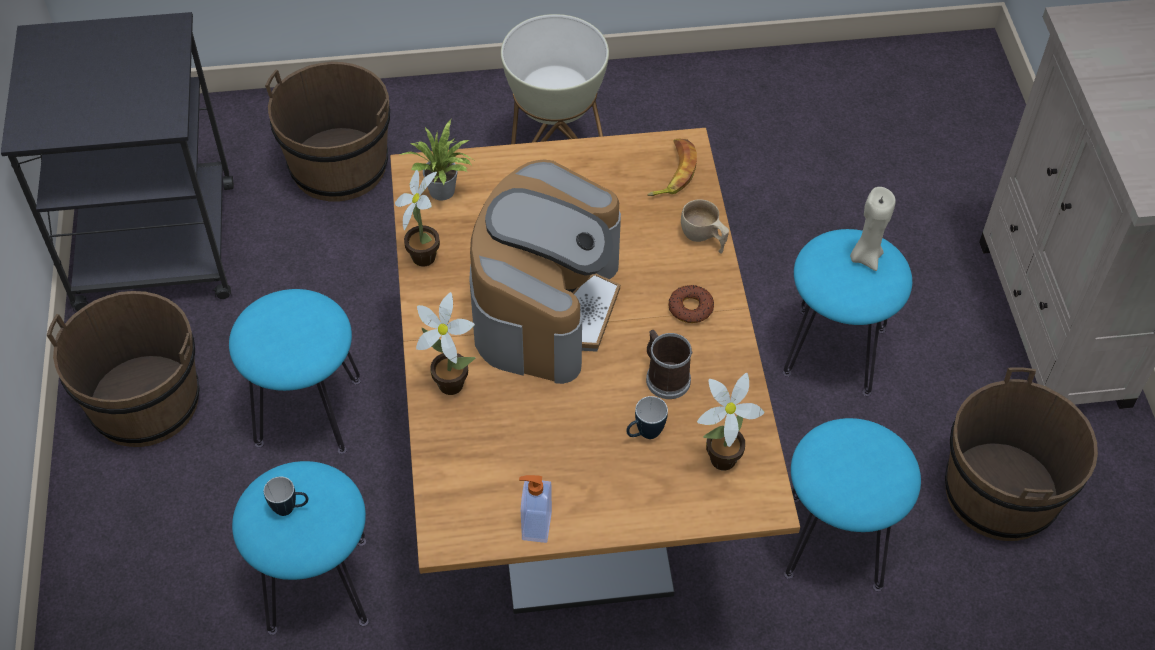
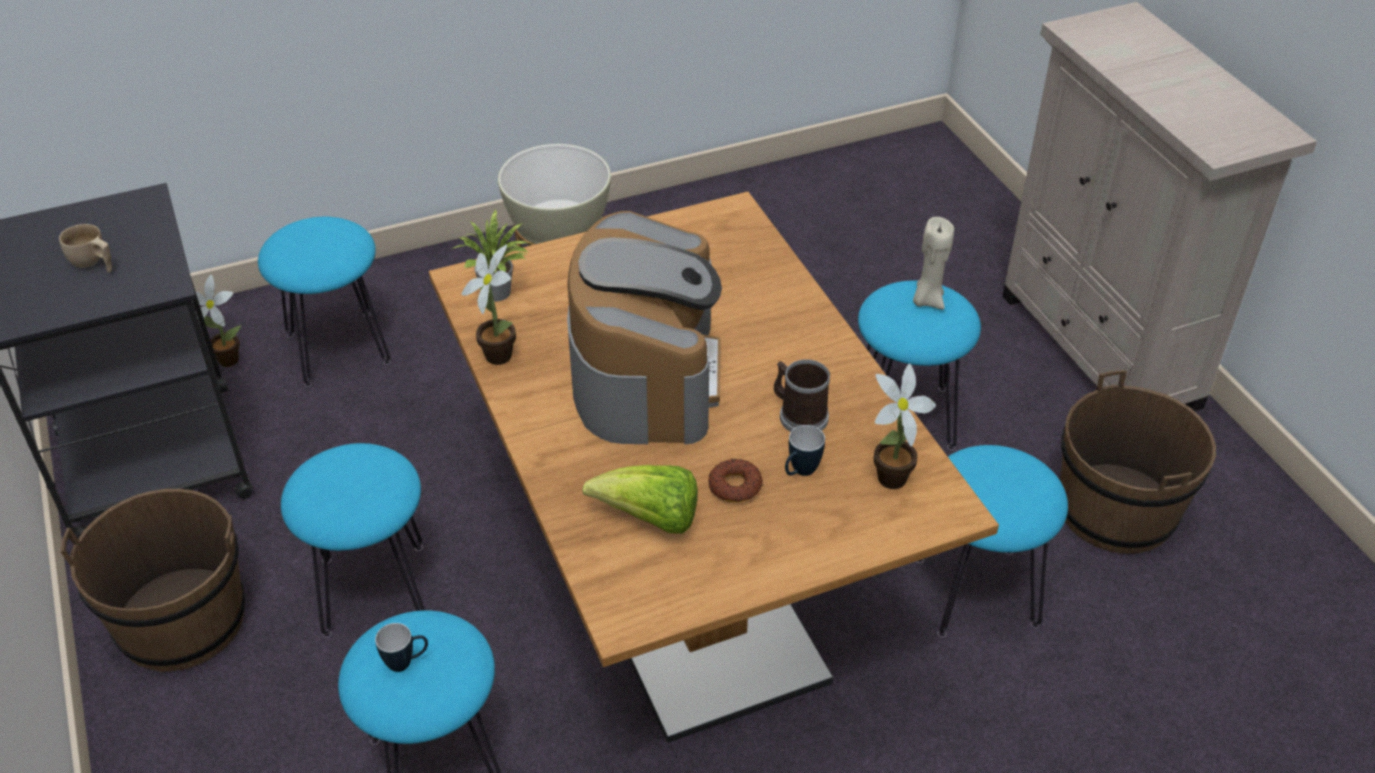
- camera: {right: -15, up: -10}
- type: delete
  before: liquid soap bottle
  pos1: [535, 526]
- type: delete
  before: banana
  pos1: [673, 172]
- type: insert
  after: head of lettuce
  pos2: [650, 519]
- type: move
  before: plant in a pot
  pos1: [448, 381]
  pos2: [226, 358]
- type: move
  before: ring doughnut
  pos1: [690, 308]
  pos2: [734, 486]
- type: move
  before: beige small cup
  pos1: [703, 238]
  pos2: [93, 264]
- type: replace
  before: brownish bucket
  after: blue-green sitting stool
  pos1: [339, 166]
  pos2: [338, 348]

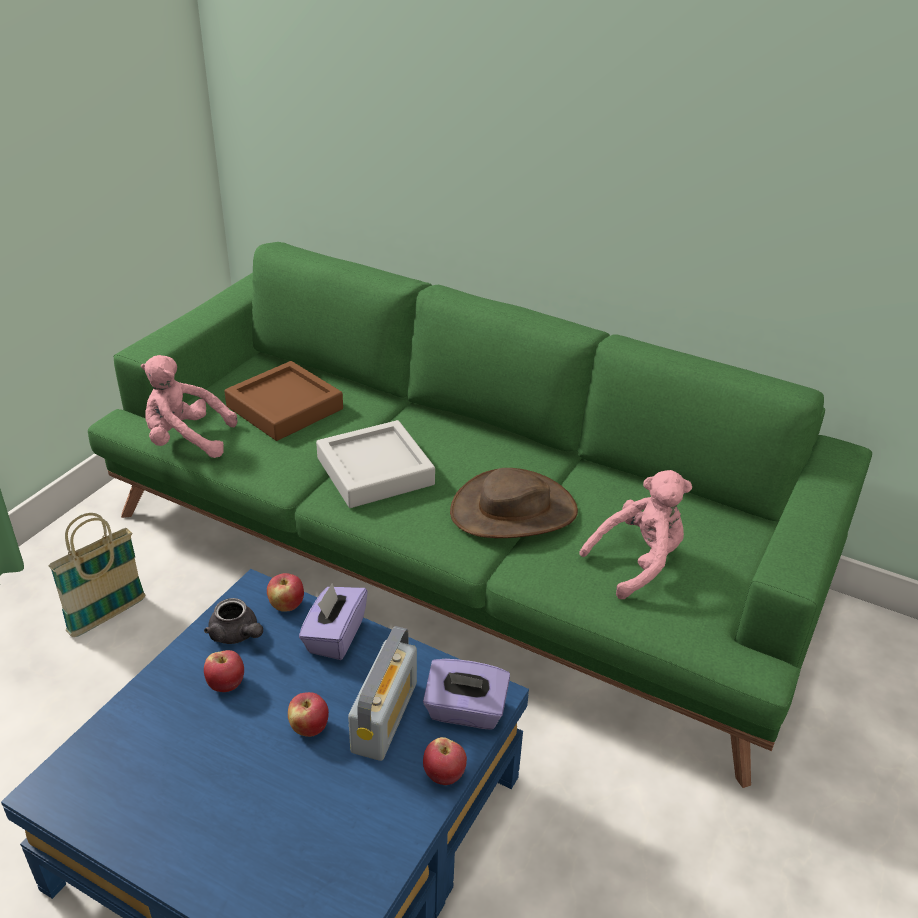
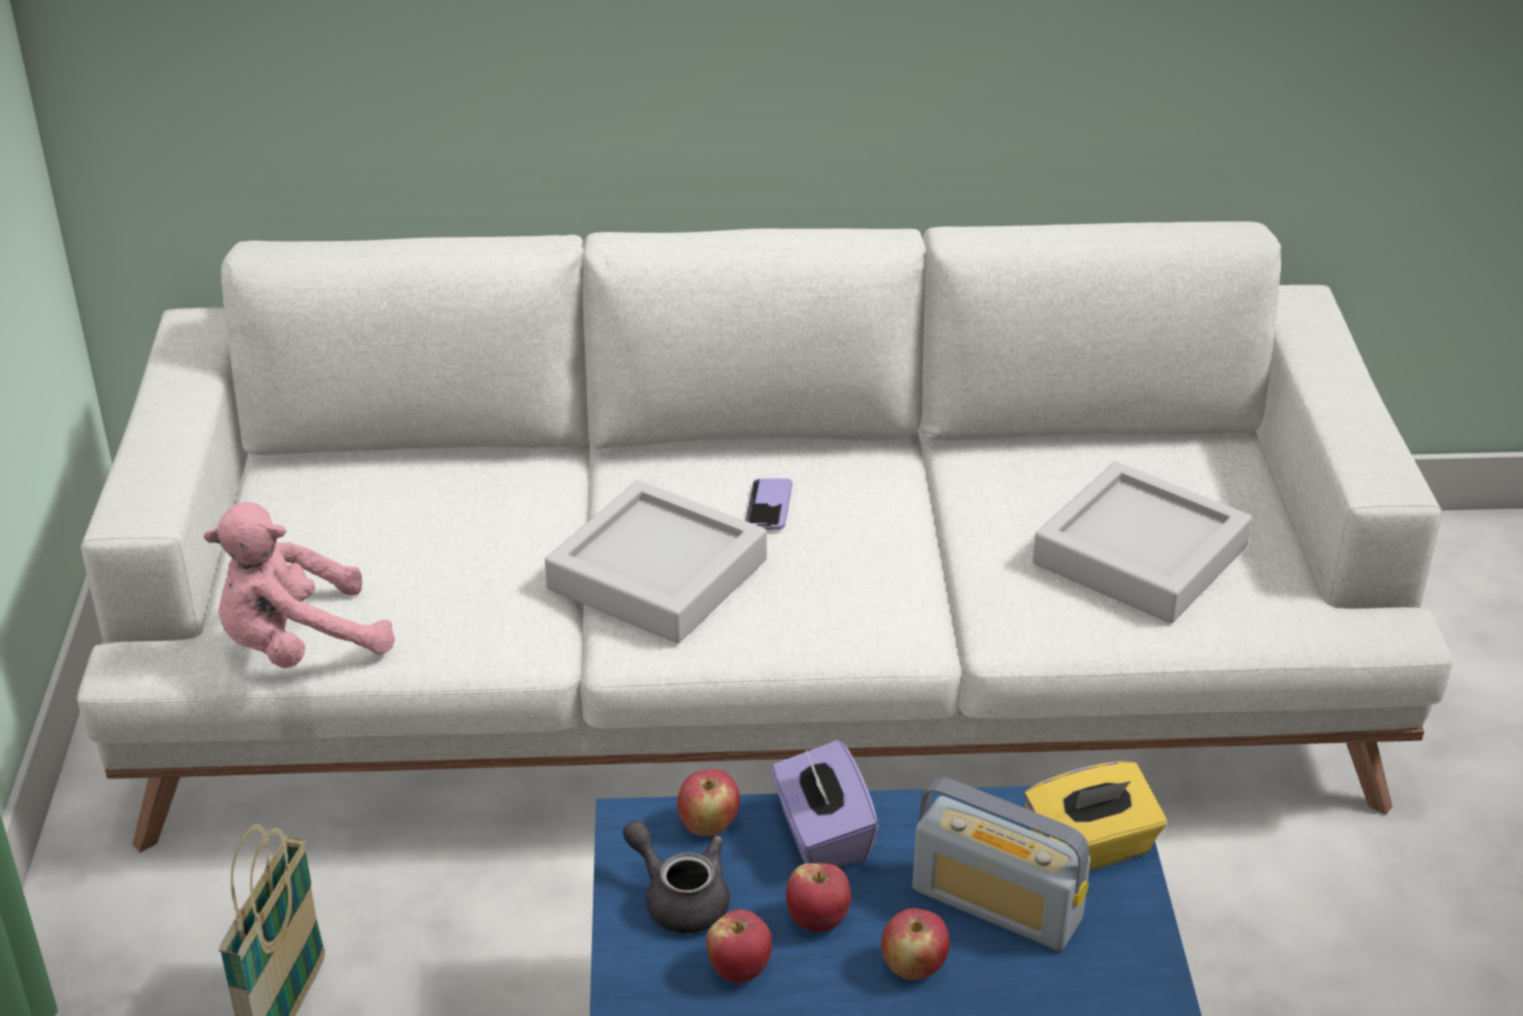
- camera: {right: -30, up: 0}
- type: delete
  before: brownish tray
  pos1: [285, 408]
- type: delete
  before: brownish hat
  pos1: [513, 511]
- type: insert
  after: handset
  pos2: [768, 507]
- type: move
  before: apple
  pos1: [444, 775]
  pos2: [818, 920]
- type: replace
  before: pinkish plush toy
  after: grey tray
  pos1: [638, 562]
  pos2: [1140, 555]
- type: recolor
  before: green settee
  after: whitish settee
  pos1: [456, 557]
  pos2: [764, 680]
- type: recolor
  before: purplish tissue box
  after: yellow-coloured tissue box
  pos1: [465, 711]
  pos2: [1090, 848]
- type: rotate
  before: grey pot for tea
  pos1: [237, 635]
  pos2: [680, 898]
  turn: -150
- type: rotate
  before: radio receiver
  pos1: [384, 717]
  pos2: [997, 905]
  turn: 135

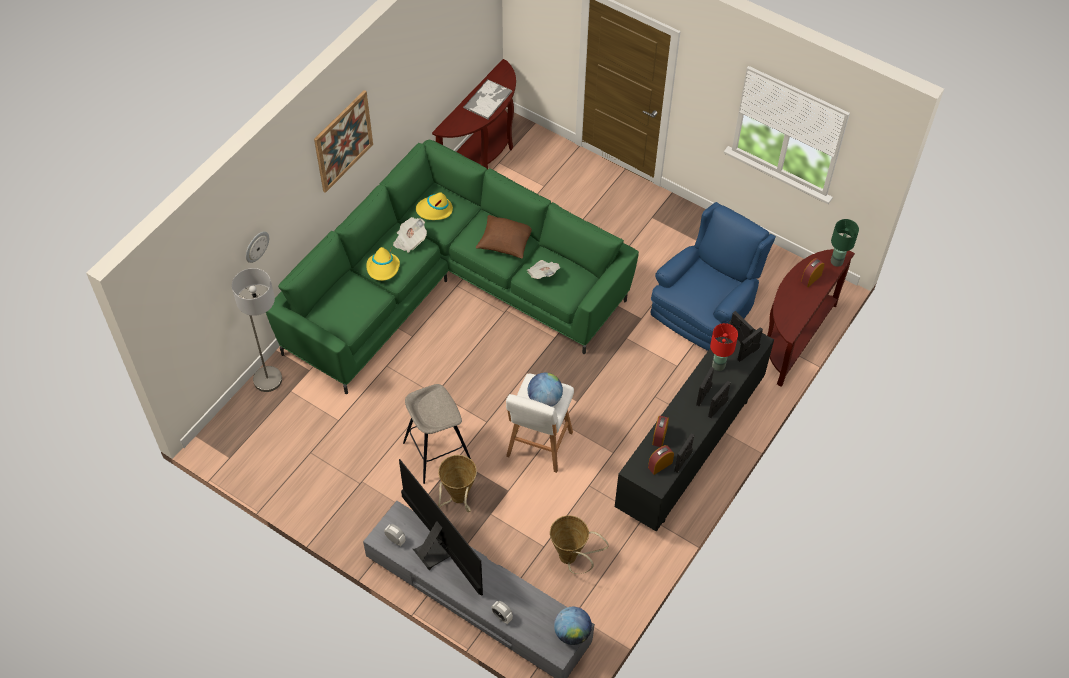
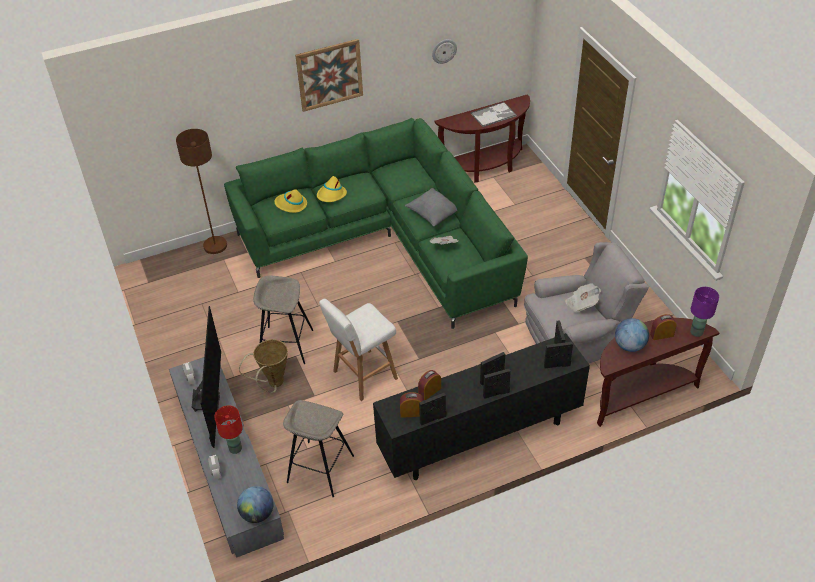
- camera: {right: 35, up: -10}
- type: move
  before: wall clock
  pos1: [256, 246]
  pos2: [444, 51]
- type: move
  before: newspaper
  pos1: [410, 240]
  pos2: [581, 303]
- type: move
  before: yellow-coloured hat
  pos1: [434, 210]
  pos2: [291, 205]
- type: move
  before: world globe
  pos1: [544, 399]
  pos2: [629, 345]
- type: move
  before: red-coloured tabletop lamp
  pos1: [718, 365]
  pos2: [235, 448]
- type: replace
  before: basket
  after: grey sitting stool
  pos1: [571, 559]
  pos2: [320, 469]
- type: recolor
  before: grey standard lamp
  after: brownish standard lamp
  pos1: [274, 384]
  pos2: [217, 250]
- type: recolor
  before: brownish pillow
  after: grey pillow
  pos1: [504, 244]
  pos2: [432, 215]
- type: recolor
  before: blue easy chair
  after: grey easy chair
  pos1: [705, 310]
  pos2: [577, 340]
- type: recolor
  before: green tabletop lamp
  after: purplish tabletop lamp
  pos1: [836, 261]
  pos2: [696, 332]

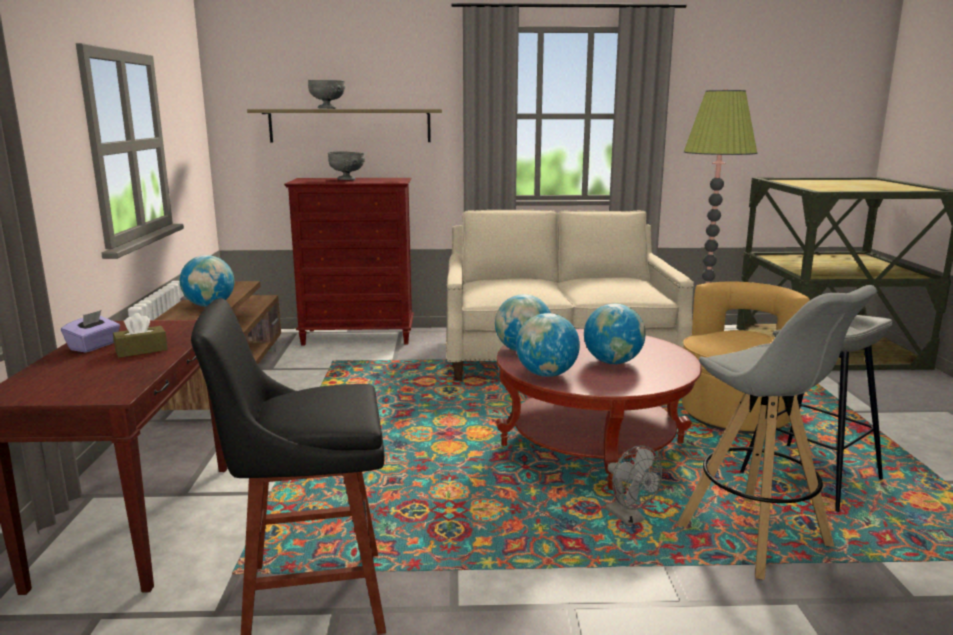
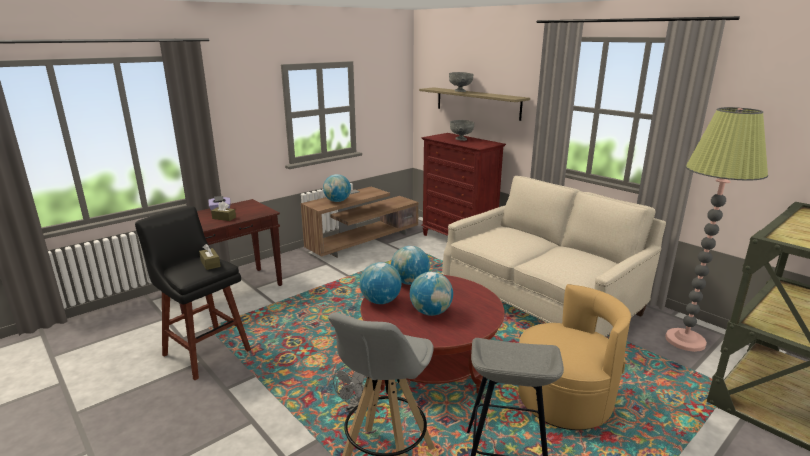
- camera: {right: 50, up: 5}
- type: insert
  after: brownish tissue box
  pos2: [210, 263]

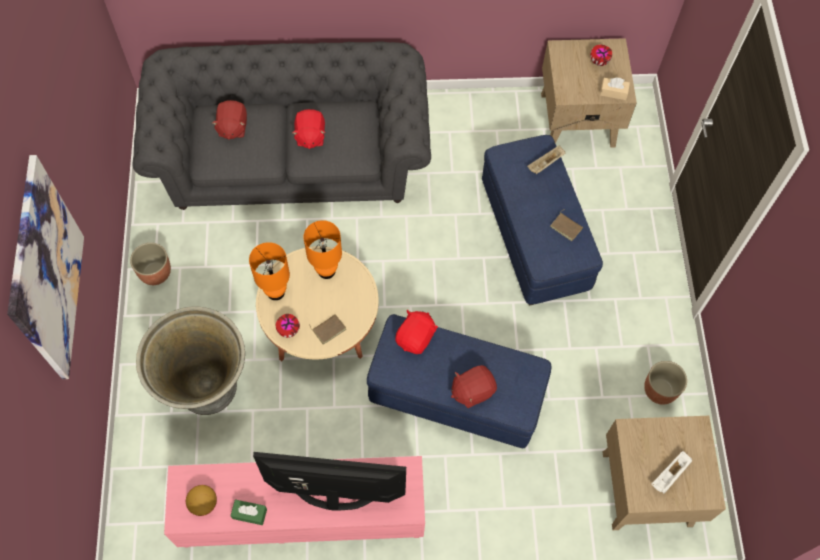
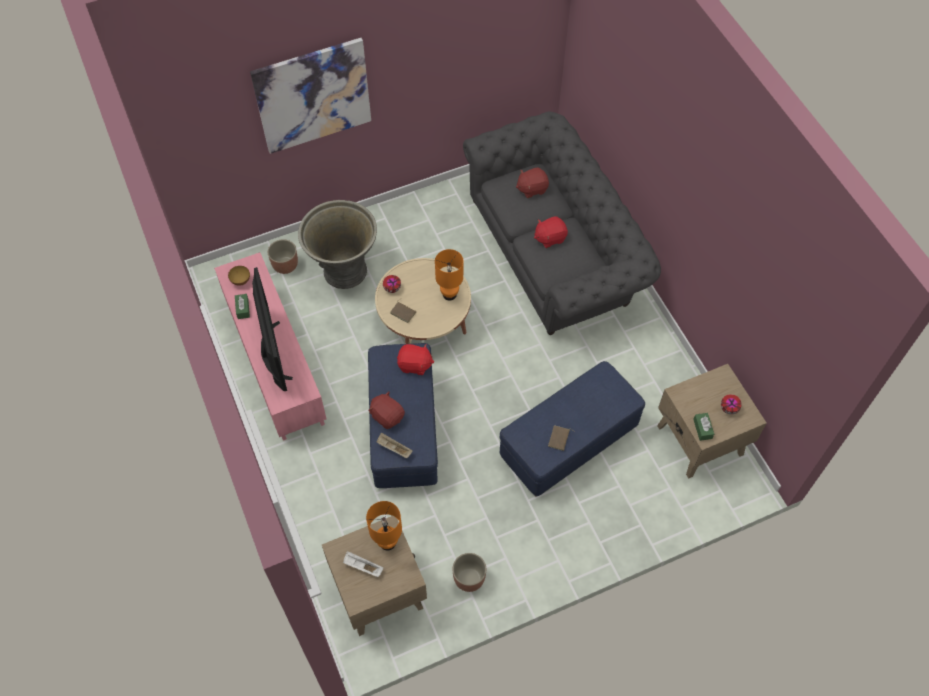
- camera: {right: 70, up: -5}
- type: move
  before: plant pot
  pos1: [155, 273]
  pos2: [285, 265]
- type: move
  before: orange tabletop lamp
  pos1: [276, 291]
  pos2: [388, 542]
- type: move
  before: beige tray
  pos1: [545, 164]
  pos2: [394, 448]
- type: recolor
  before: beige tissue box
  after: green tissue box
  pos1: [613, 92]
  pos2: [702, 429]

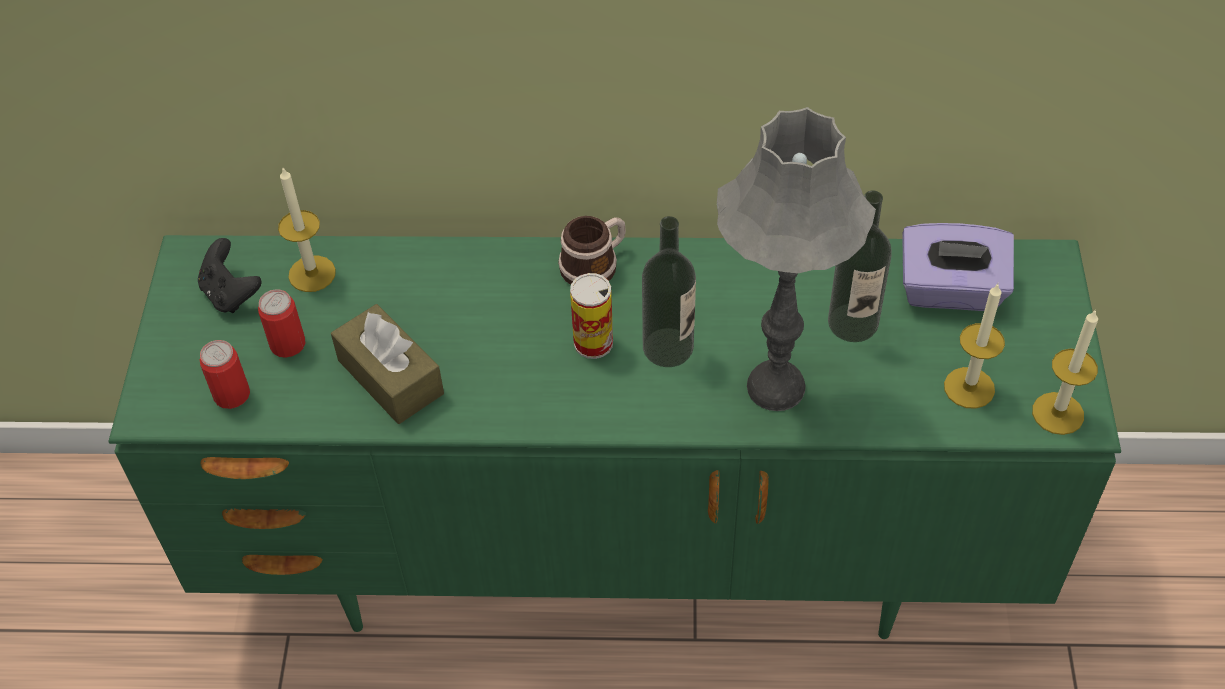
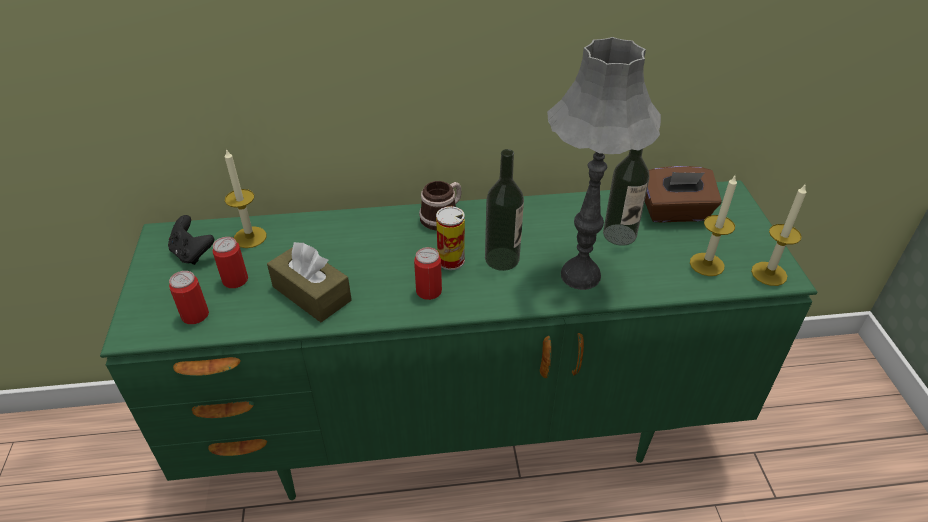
- camera: {right: -10, up: -10}
- type: insert
  after: metal can
  pos2: [429, 291]
- type: recolor
  before: purplish tissue box
  after: brownish tissue box
  pos1: [951, 291]
  pos2: [675, 212]

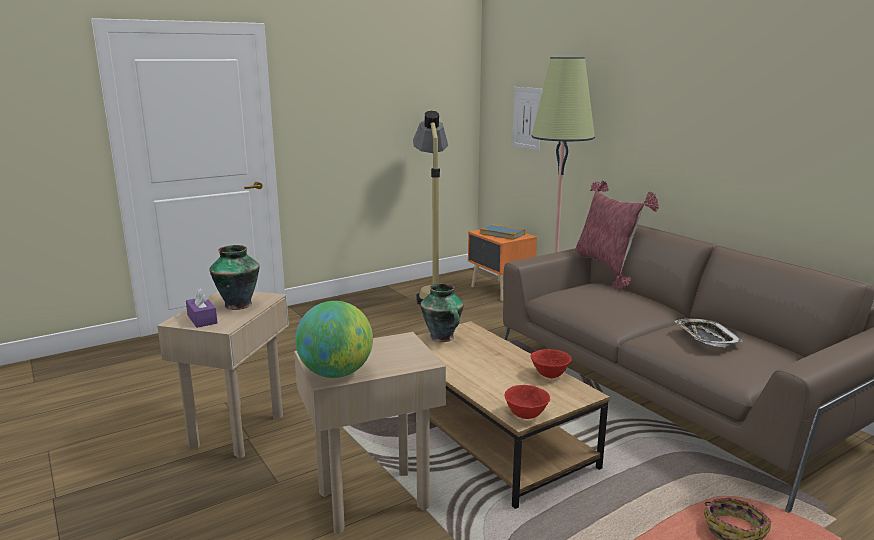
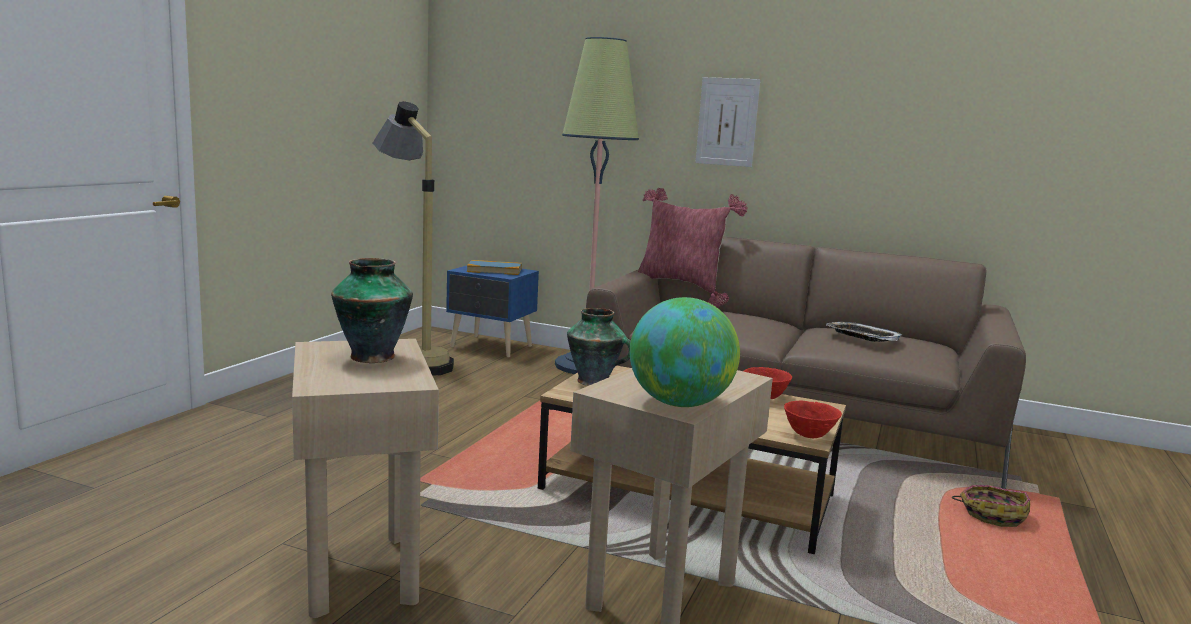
- camera: {right: -35, up: -5}
- type: delete
  before: purplish tissue box
  pos1: [202, 319]
- type: move
  before: wall art
  pos1: [527, 118]
  pos2: [727, 122]
- type: recolor
  before: orange night table
  after: blue night table
  pos1: [500, 291]
  pos2: [491, 347]

